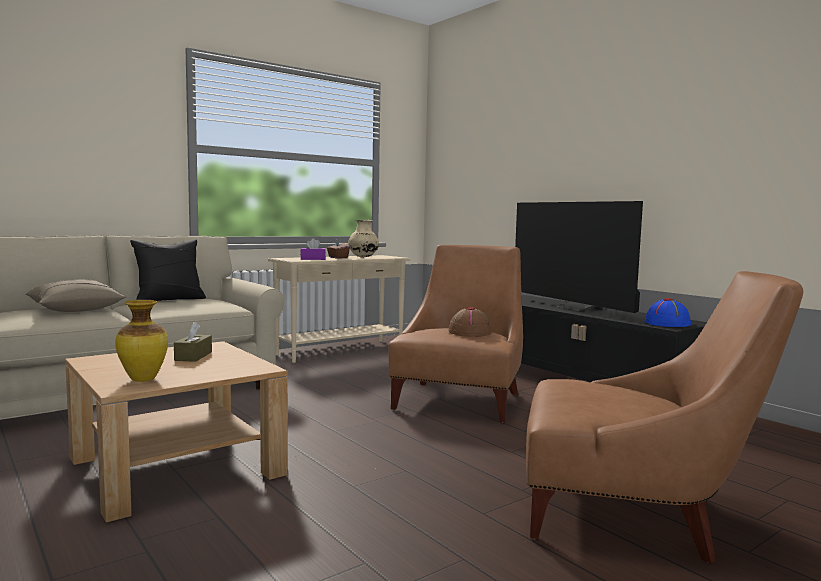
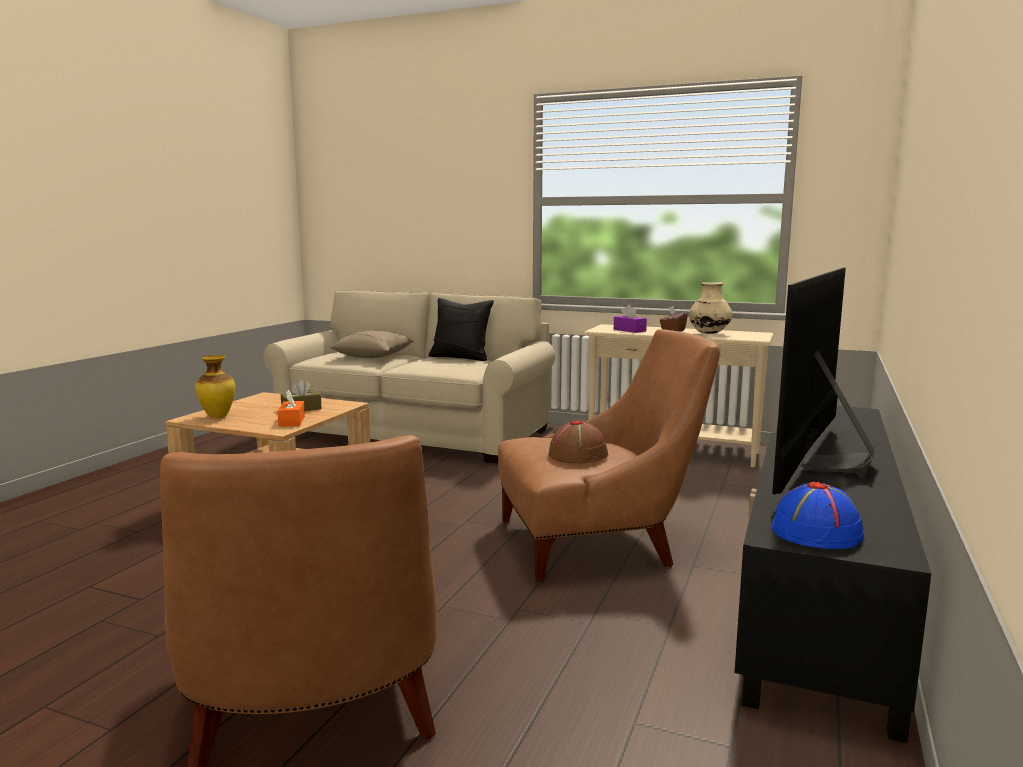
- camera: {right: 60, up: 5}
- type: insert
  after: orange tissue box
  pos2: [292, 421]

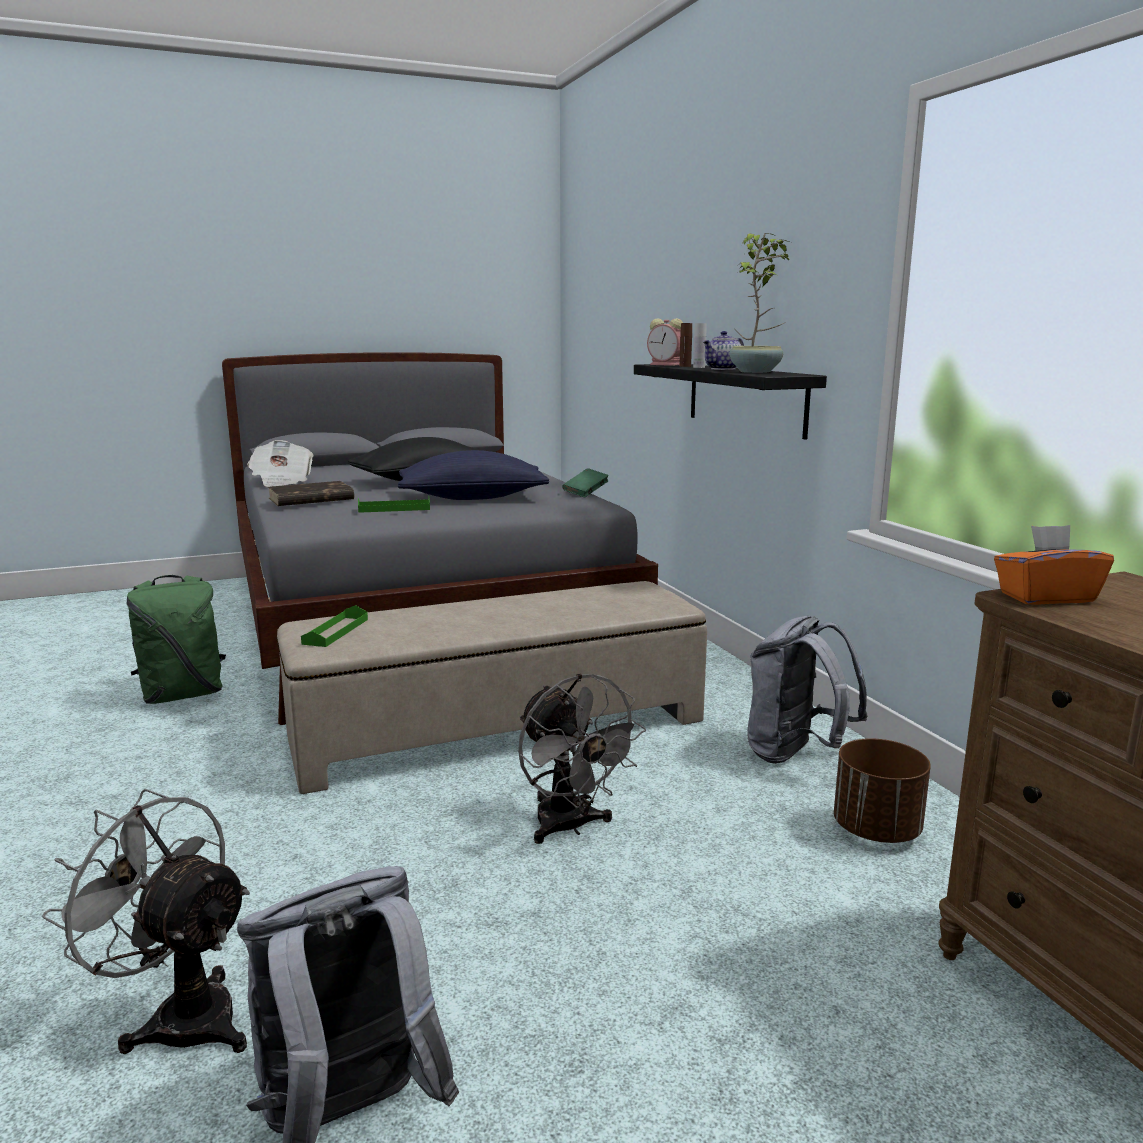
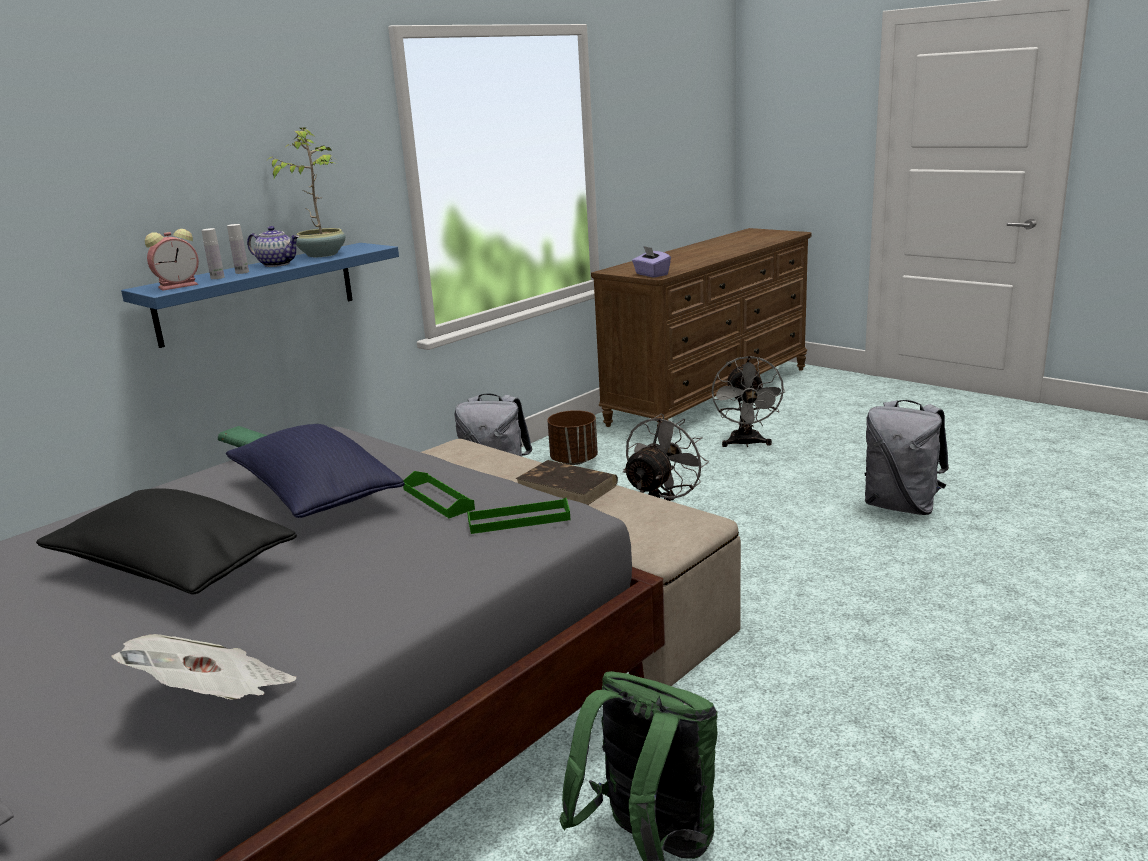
- camera: {right: -115, up: 5}
- type: move
  before: grey electric fan
  pos1: [180, 1015]
  pos2: [746, 444]
- type: move
  before: brownish bound book
  pos1: [310, 499]
  pos2: [568, 487]
- type: move
  before: green tray
  pos1: [336, 631]
  pos2: [519, 520]
- type: recolor
  before: black wall shelf
  after: blue wall shelf
  pos1: [745, 398]
  pos2: [257, 293]
- type: recolor
  before: brownish beverage bottle
  after: whitish beverage bottle
  pos1: [685, 366]
  pos2: [217, 278]
- type: recolor
  before: orange tissue box
  after: purplish tissue box
  pos1: [1045, 597]
  pos2: [651, 274]
- type: rotate
  before: alarm clock
  pos1: [667, 365]
  pos2: [179, 286]
  turn: 45

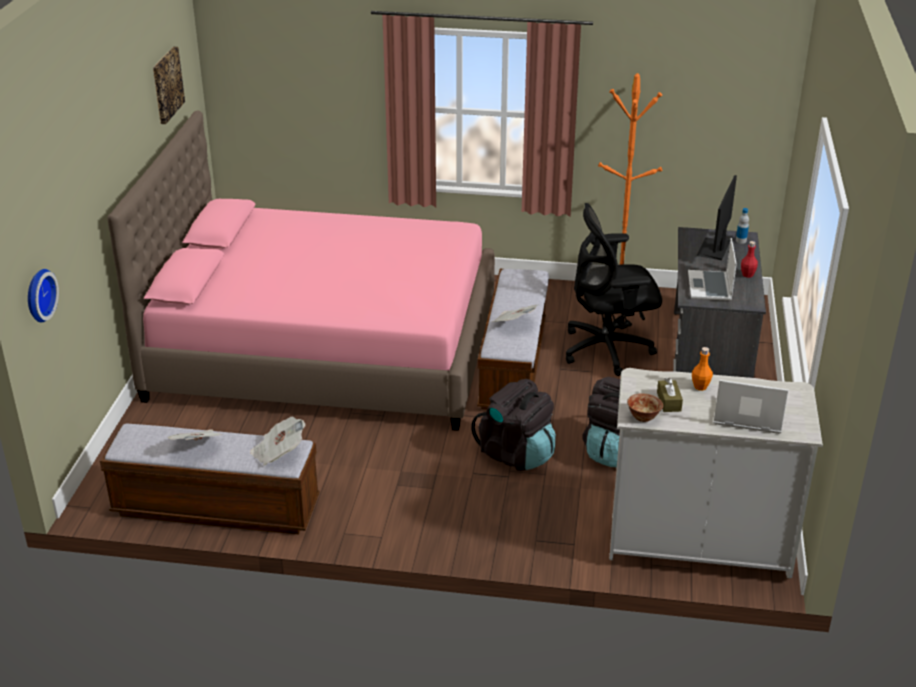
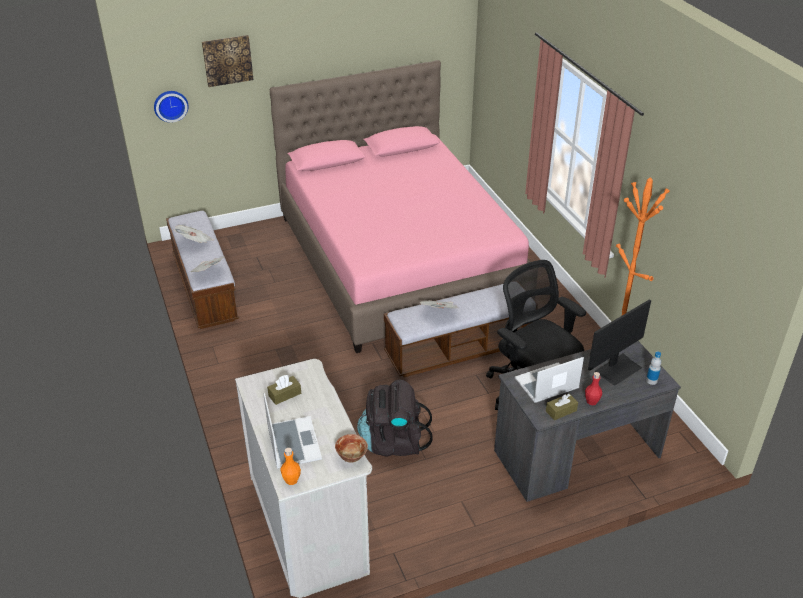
- camera: {right: 60, up: 5}
- type: delete
  before: black knapsack
  pos1: [516, 454]
- type: insert
  after: brownish tissue box
  pos2: [561, 411]
- type: move
  before: wall art
  pos1: [166, 85]
  pos2: [227, 60]
- type: move
  before: serving bowl
  pos1: [643, 417]
  pos2: [351, 457]
- type: move
  before: orange beverage bottle
  pos1: [700, 387]
  pos2: [291, 480]
- type: rotate
  before: computer screen
  pos1: [714, 249]
  pos2: [618, 368]
  turn: 150

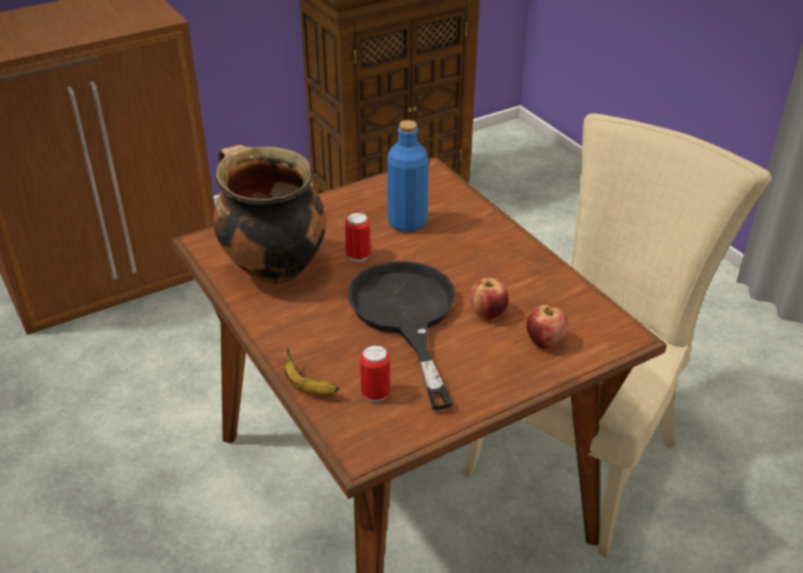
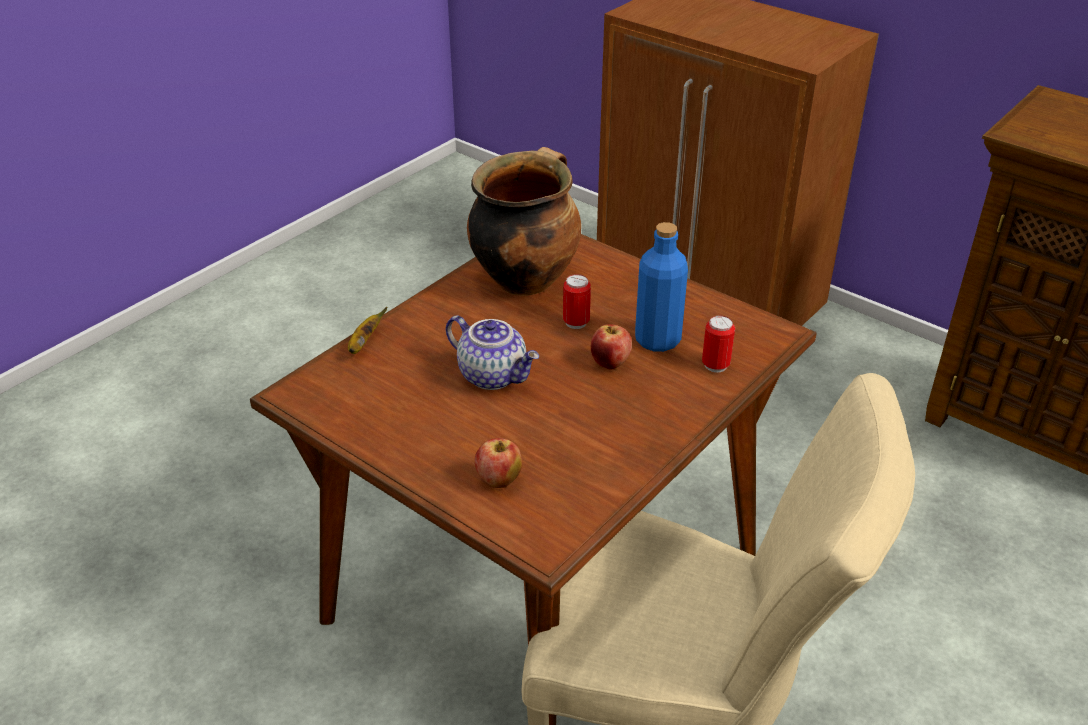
- camera: {right: 70, up: 0}
- type: move
  before: metal can
  pos1: [375, 394]
  pos2: [715, 365]
- type: move
  before: apple
  pos1: [488, 314]
  pos2: [610, 363]
- type: replace
  before: black frying pan
  after: pot for tea
  pos1: [406, 316]
  pos2: [494, 375]

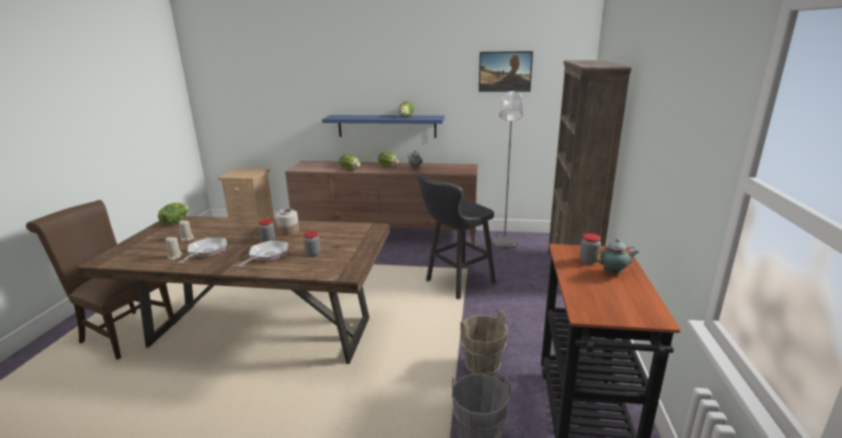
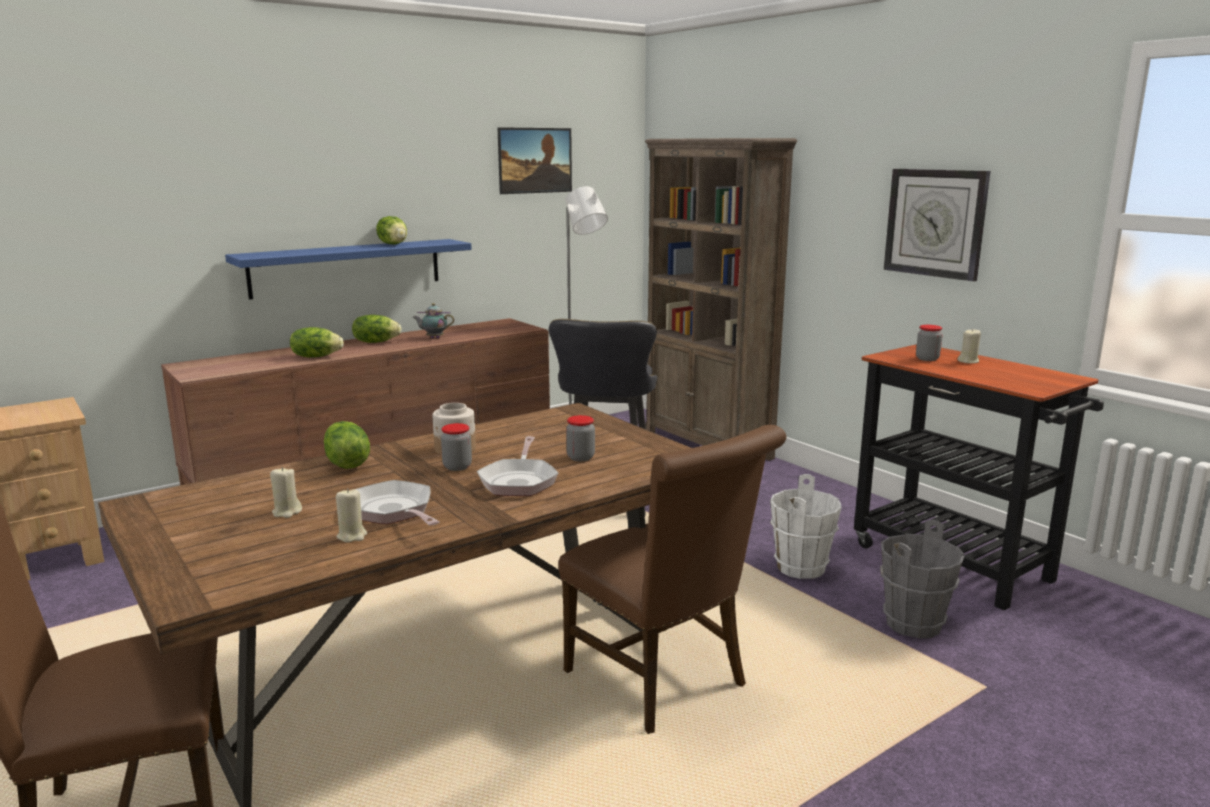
- camera: {right: -45, up: -5}
- type: insert
  after: brownish upright chair
  pos2: [663, 683]
- type: insert
  after: wall clock
  pos2: [935, 223]
- type: move
  before: head of lettuce
  pos1: [175, 222]
  pos2: [346, 464]
- type: replace
  before: pot for tea
  after: beige wax light
  pos1: [614, 273]
  pos2: [968, 361]
- type: recolor
  before: brownish bucket
  after: whitish bucket
  pos1: [482, 368]
  pos2: [801, 568]
- type: rotate
  before: frying pan
  pos1: [267, 256]
  pos2: [519, 481]
  turn: -150

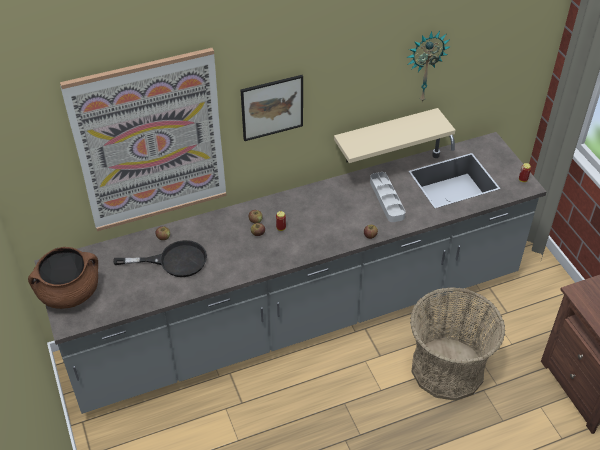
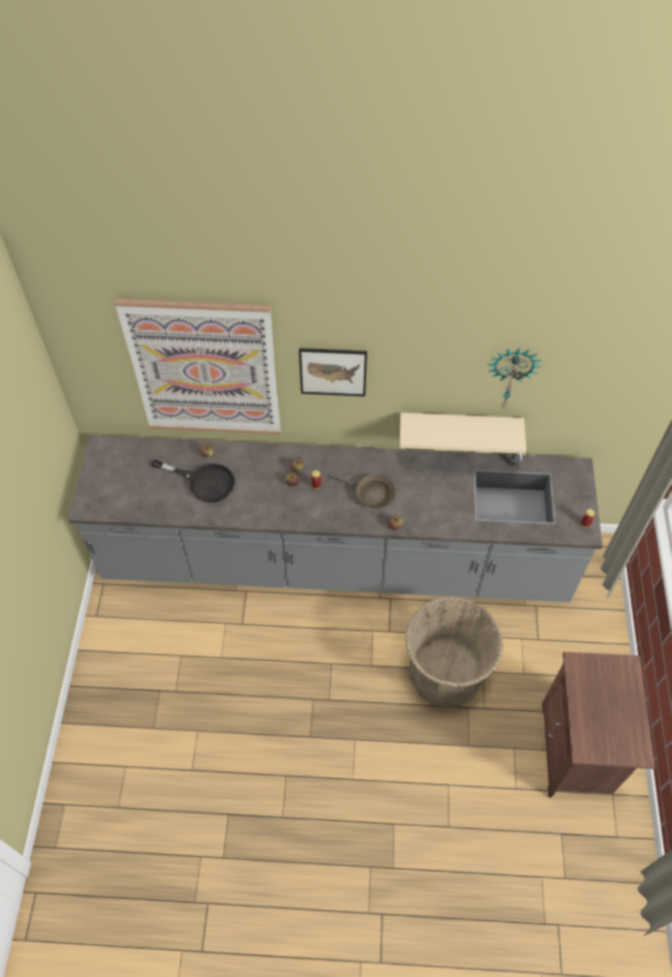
- camera: {right: 25, up: 10}
- type: delete
  before: brownish saucepot
  pos1: [70, 293]
- type: delete
  before: grey tray
  pos1: [386, 199]
- type: insert
  after: brownish frying pan
  pos2: [371, 494]

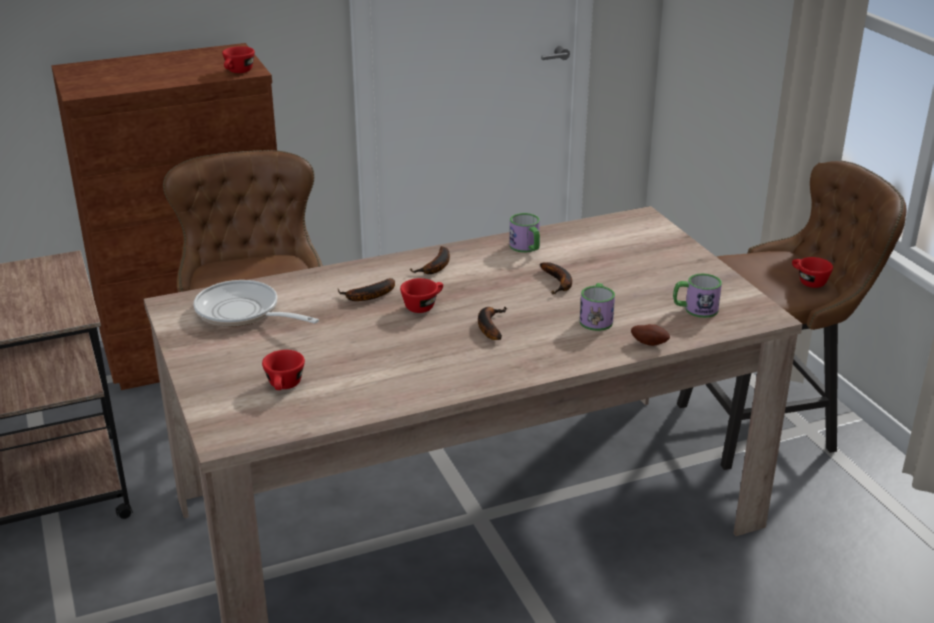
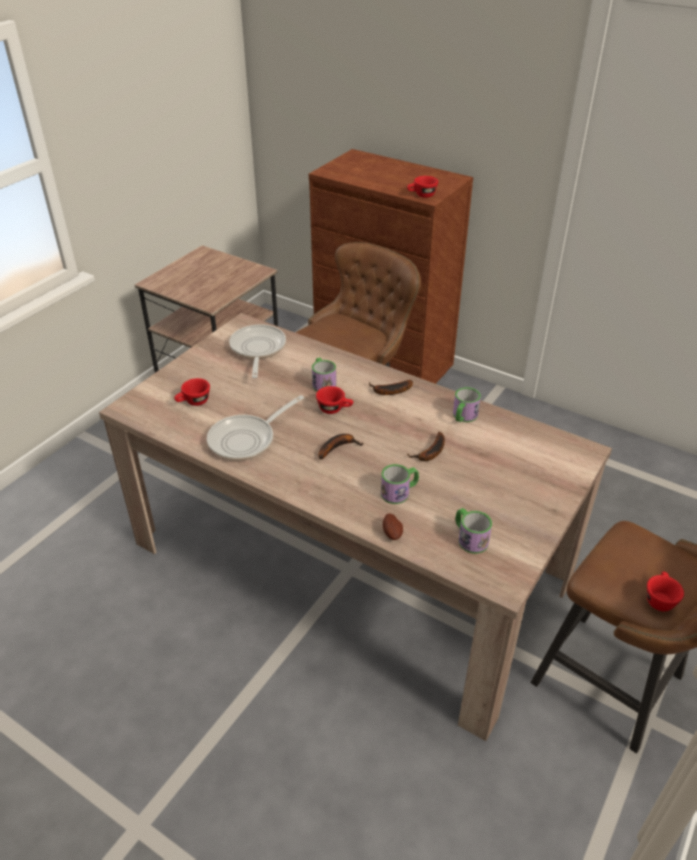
- camera: {right: 55, up: 10}
- type: insert
  after: frying pan
  pos2: [246, 439]
- type: replace
  before: banana
  after: mug
  pos1: [367, 296]
  pos2: [322, 383]

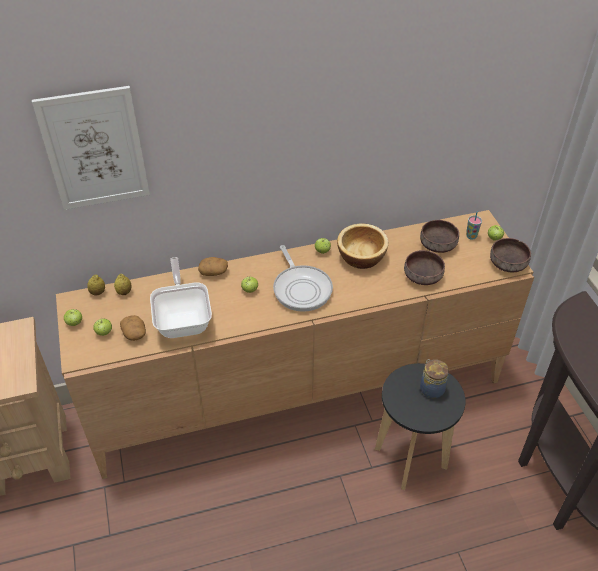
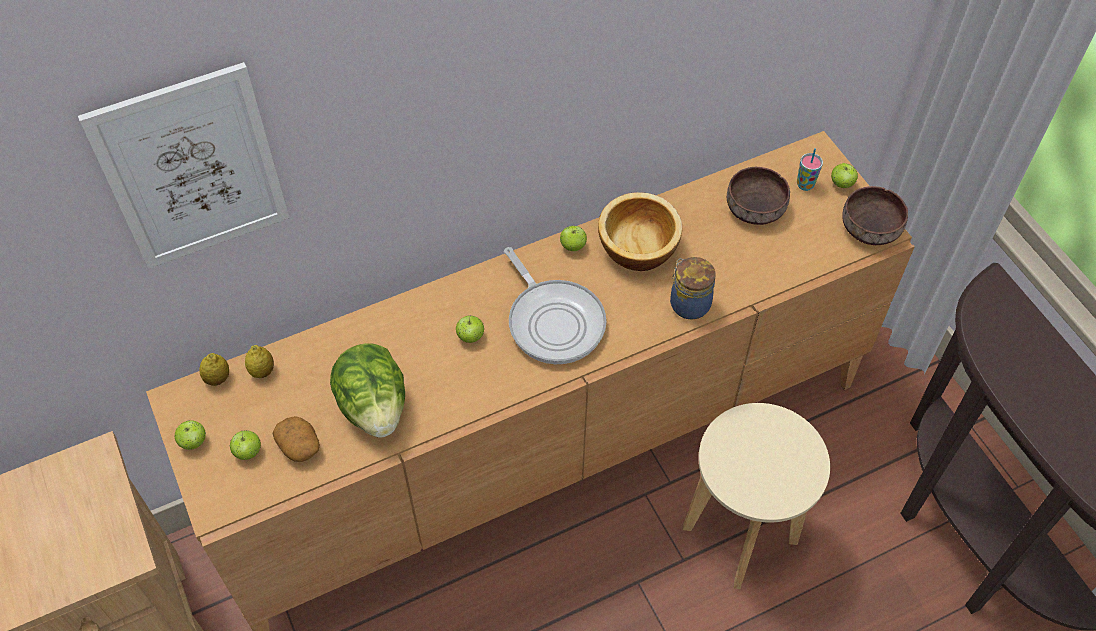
- camera: {right: -10, up: 10}
- type: delete
  before: spud
  pos1: [214, 272]
- type: delete
  before: brownish serving bowl
  pos1: [423, 275]
- type: move
  before: preserve jar
  pos1: [431, 388]
  pos2: [688, 303]
- type: replace
  before: frying pan
  after: head of lettuce
  pos1: [183, 319]
  pos2: [374, 406]
- type: recolor
  before: black sitting stool
  after: beige sitting stool
  pos1: [411, 458]
  pos2: [740, 534]

